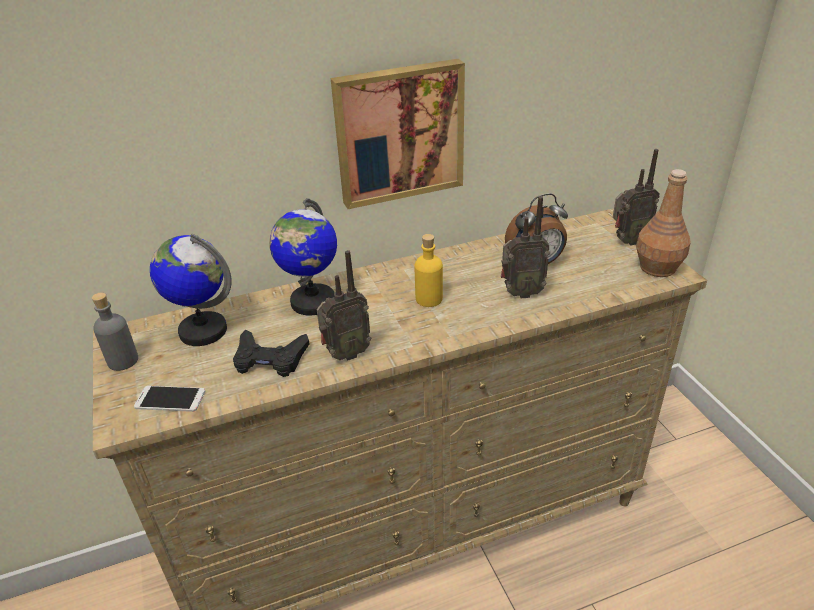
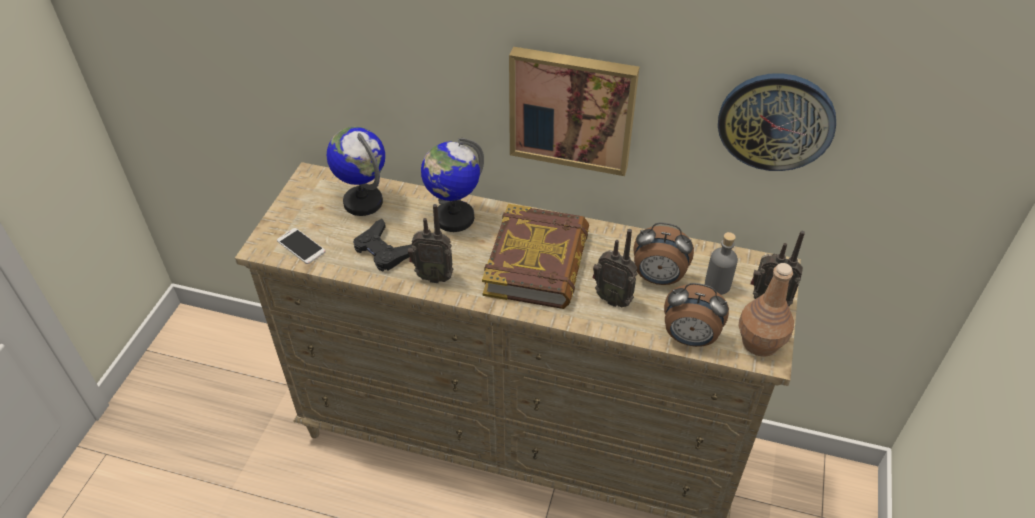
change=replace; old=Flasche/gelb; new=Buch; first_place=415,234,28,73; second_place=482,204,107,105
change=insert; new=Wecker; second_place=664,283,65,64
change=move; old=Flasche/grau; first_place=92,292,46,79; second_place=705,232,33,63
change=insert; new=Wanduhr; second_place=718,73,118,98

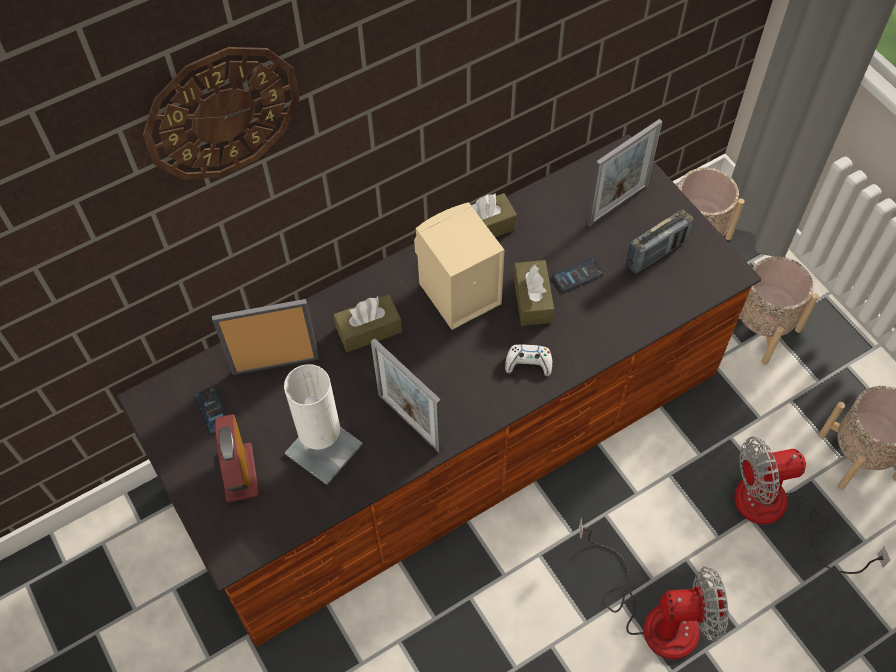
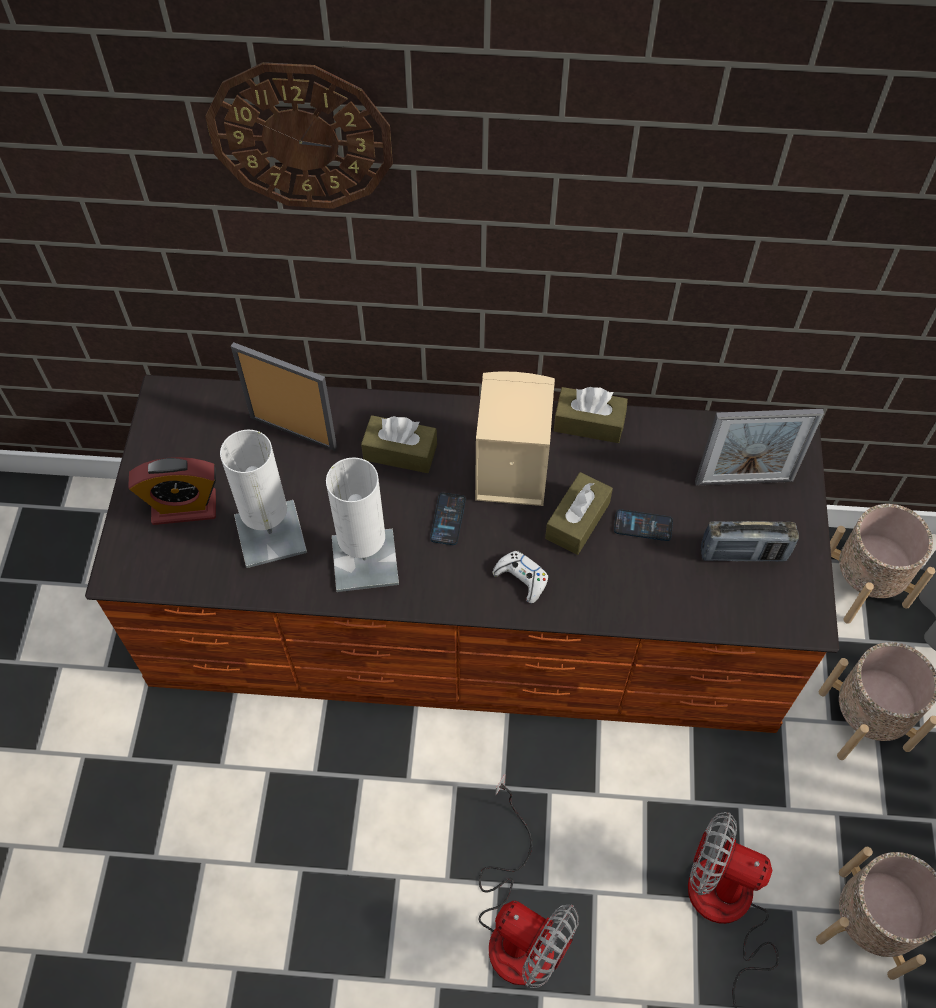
change=rotate; old=Wecker; first_place=215,414,44,88; second_place=128,457,88,68; degrees=-120
change=replace; old=Bilderrahmen; new=Tischlampe/weiß; first_place=371,338,72,115; second_place=326,458,73,134
change=move; old=Handy; first_place=193,386,35,49; second_place=430,493,36,52

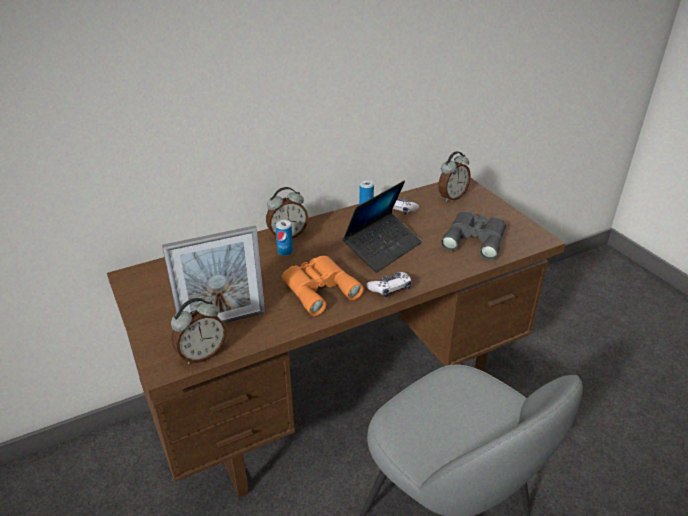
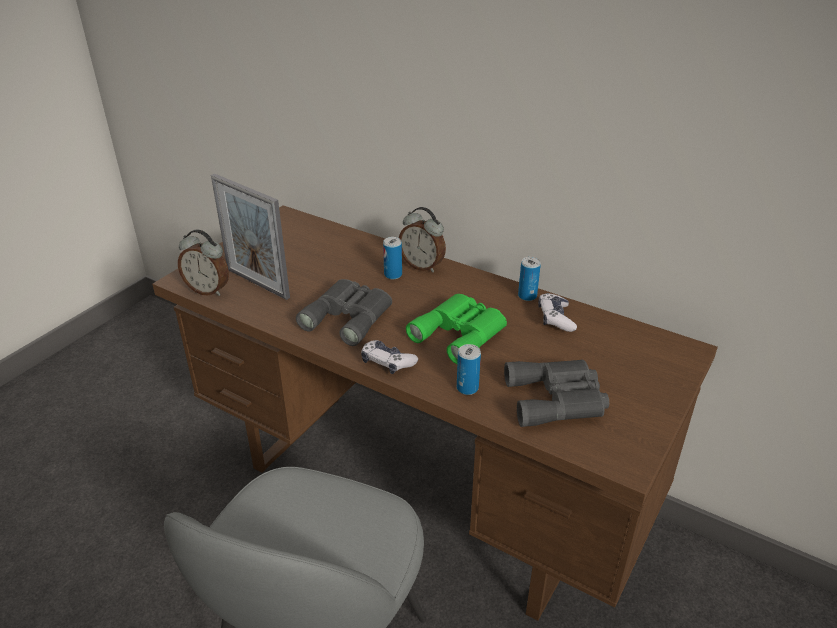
change=recolor; old=Fernglas/orange; new=Fernglas/grau; first_place=282,256,82,60; second_place=296,279,96,67
change=replace; old=Laptop; new=Fernglas/grün; first_place=342,181,80,92; second_place=406,294,101,70
change=insert; new=Dose; second_place=457,344,24,51
change=delete; old=Wecker; first_place=438,151,33,51

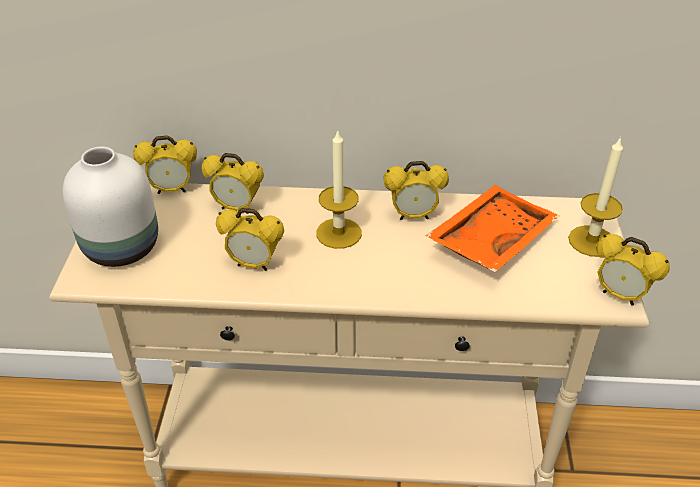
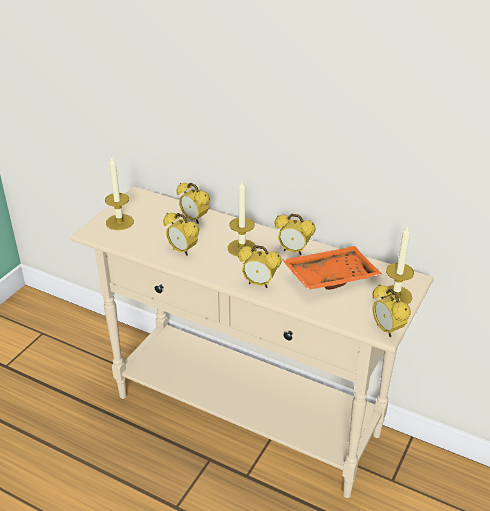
change=replace; old=Vase/weiß; new=Kerze; first_place=63,147,95,120; second_place=105,157,29,73
change=move; old=Wecker; first_place=133,135,64,59; second_place=238,245,44,43

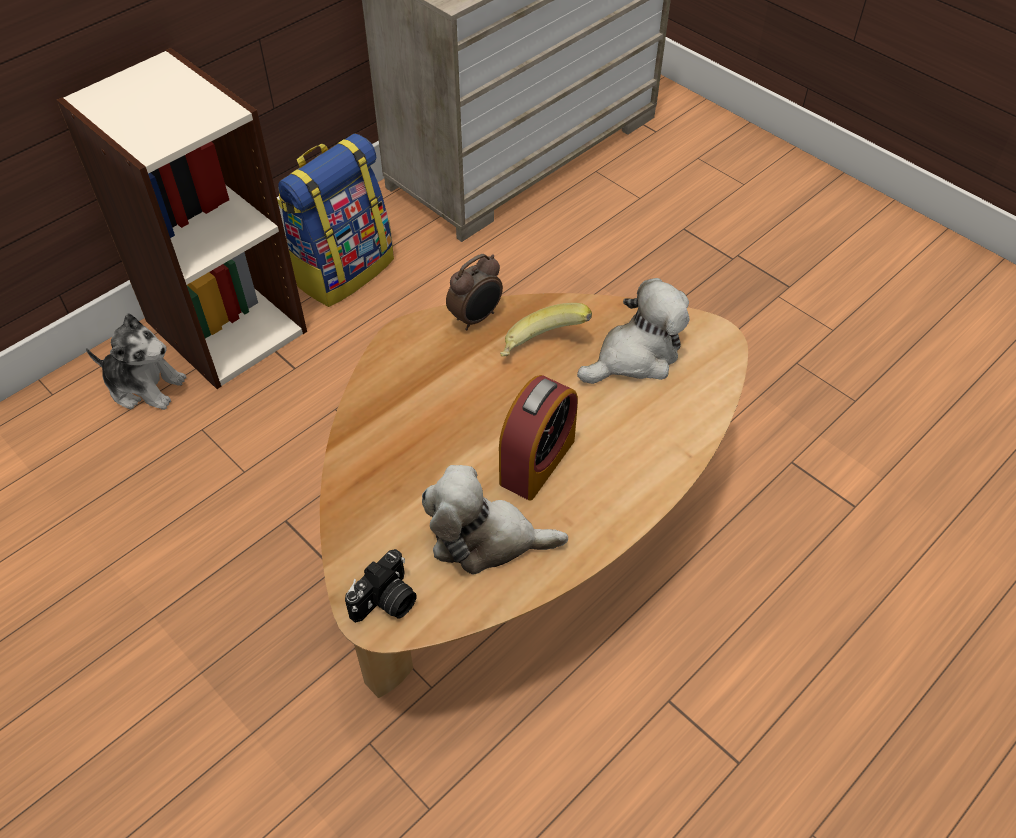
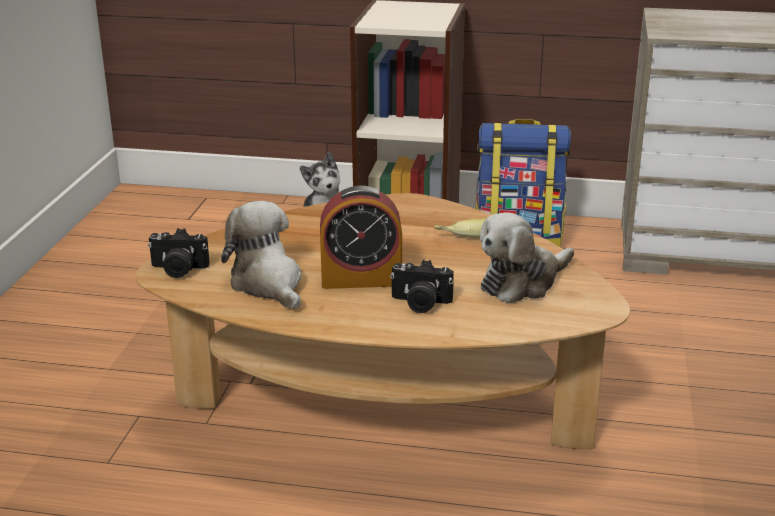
change=insert; new=Kamera; second_place=390,260,64,53
change=rotate; old=Plüschtier; first_place=577,278,113,106; second_place=480,212,94,91; degrees=120
change=delete; old=Wecker; first_place=446,254,57,77

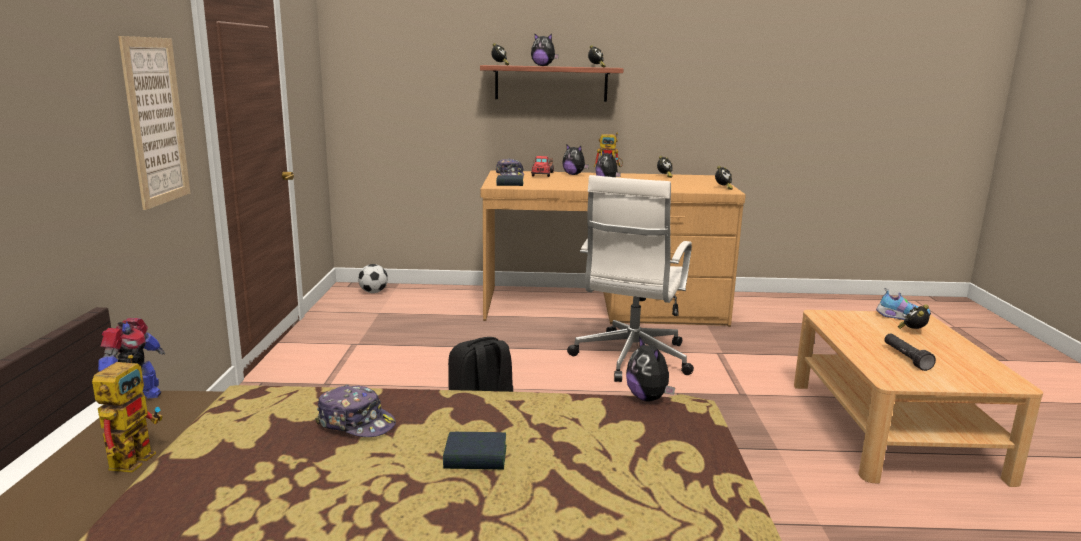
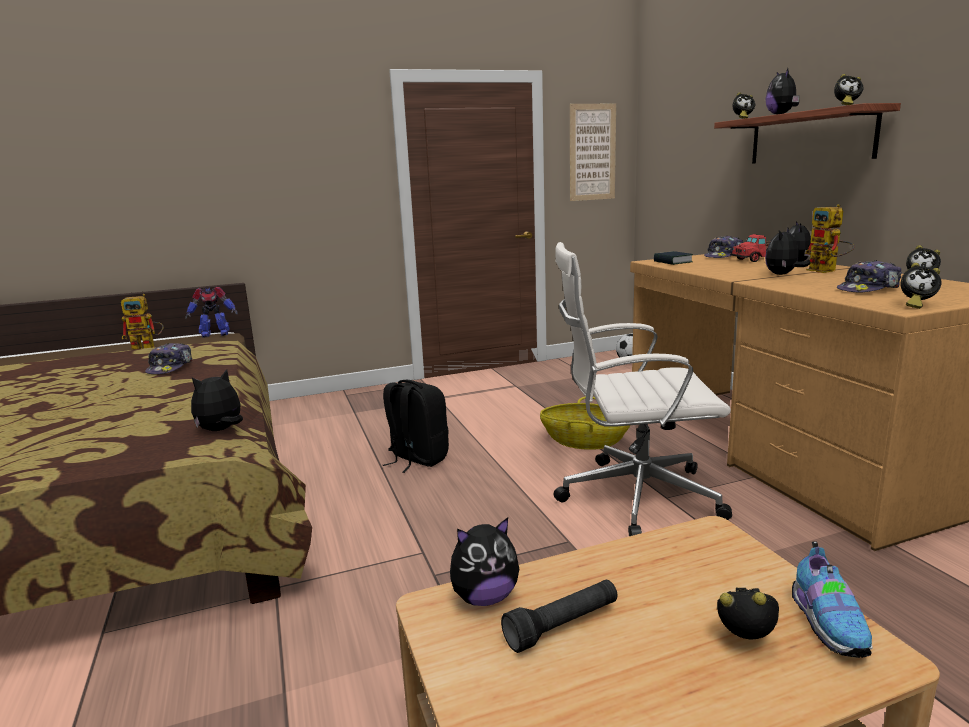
change=insert; new=Plüschtier; second_place=450,517,69,89
change=insert; new=Korb; second_place=540,397,90,53
change=move; old=Bild; first_place=118,36,72,174; second_place=570,103,46,98
change=insert; new=Kappe; second_place=837,260,65,32
change=delete; old=Buch; first_place=443,432,63,37

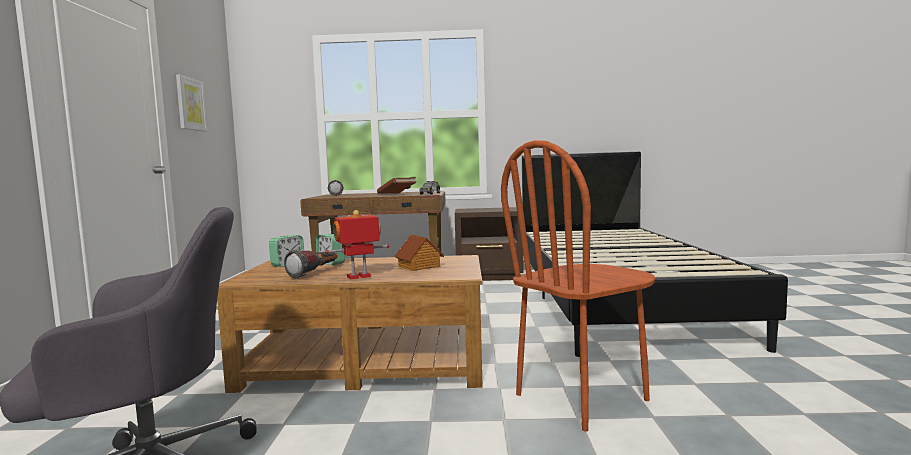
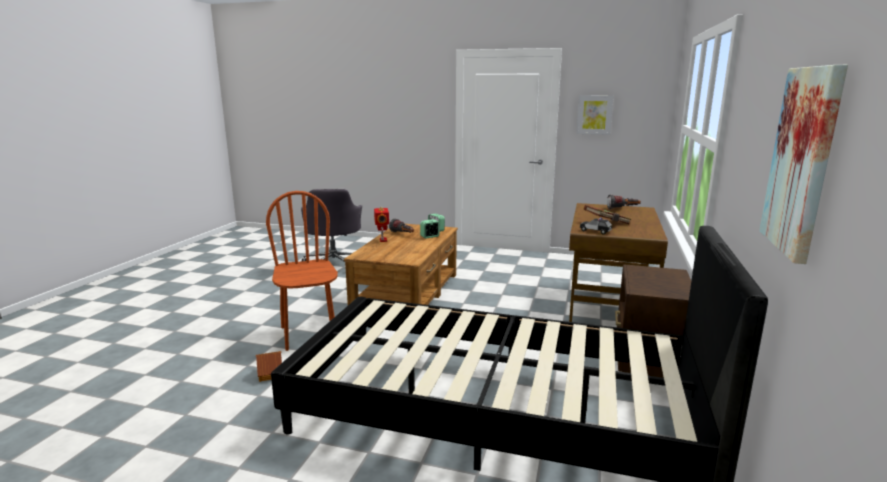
change=move; old=Spielzeughaus; first_place=394,235,51,36; second_place=256,351,26,31
change=insert; new=Bild; second_place=759,65,89,199

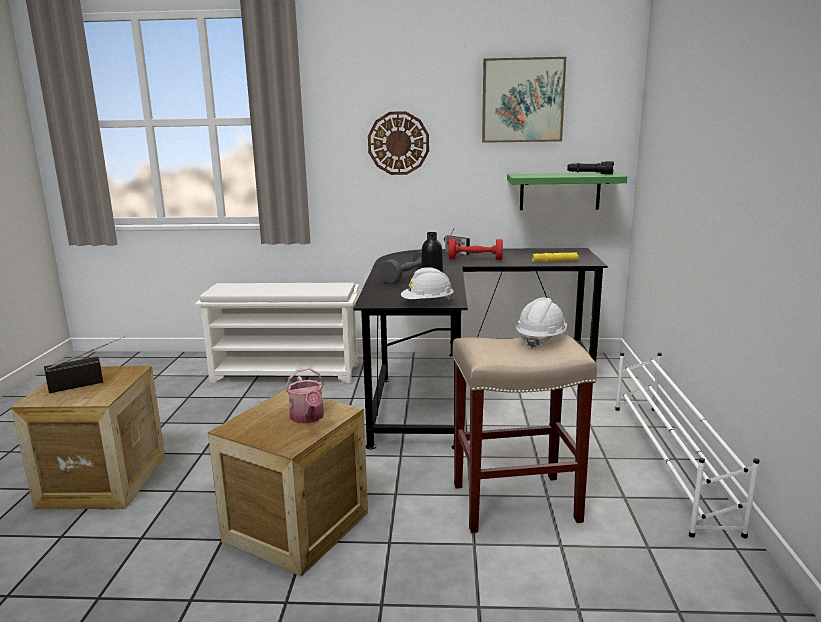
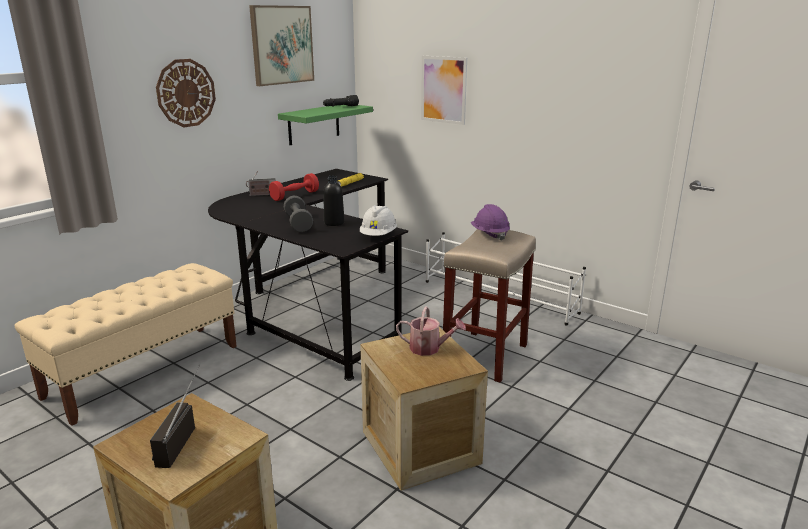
change=replace; old=Schuhregal/weiß; new=Bank/beige; first_place=195,283,165,100; second_place=15,263,222,163
change=insert; new=Bild; second_place=421,56,46,69
change=recolor; old=Schutzhelm/weiß; new=Schutzhelm/lila; first_place=516,298,52,50; second_place=471,204,39,37

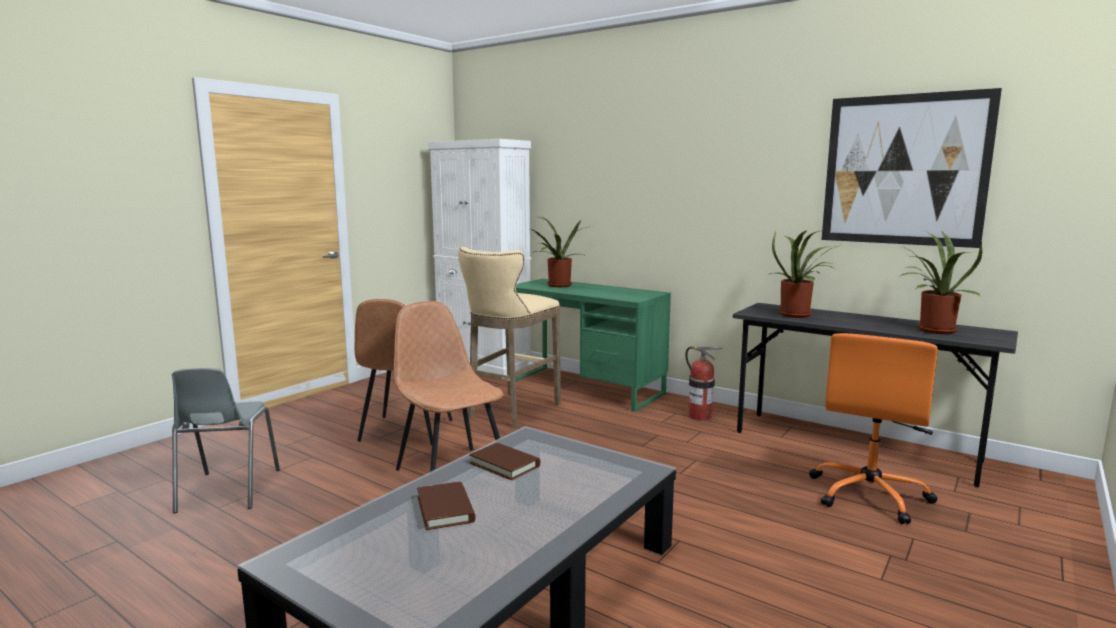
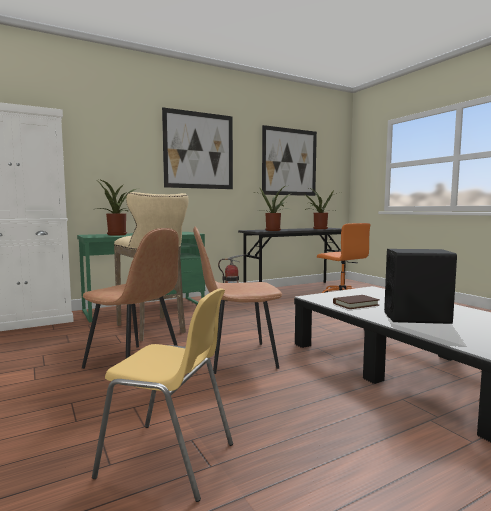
change=recolor; old=Stuhl/grau; new=Stuhl/gelb; first_place=172,368,108,145; second_place=92,288,141,214
change=insert; new=Bild; second_place=162,107,71,82
change=replace; old=Buch/braun; new=Lautsprecher/schwarz; first_place=417,482,59,48; second_place=384,249,73,75

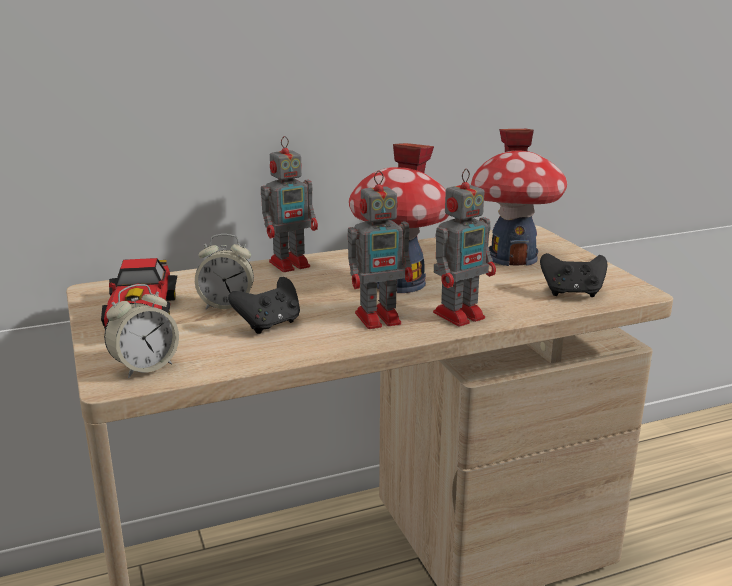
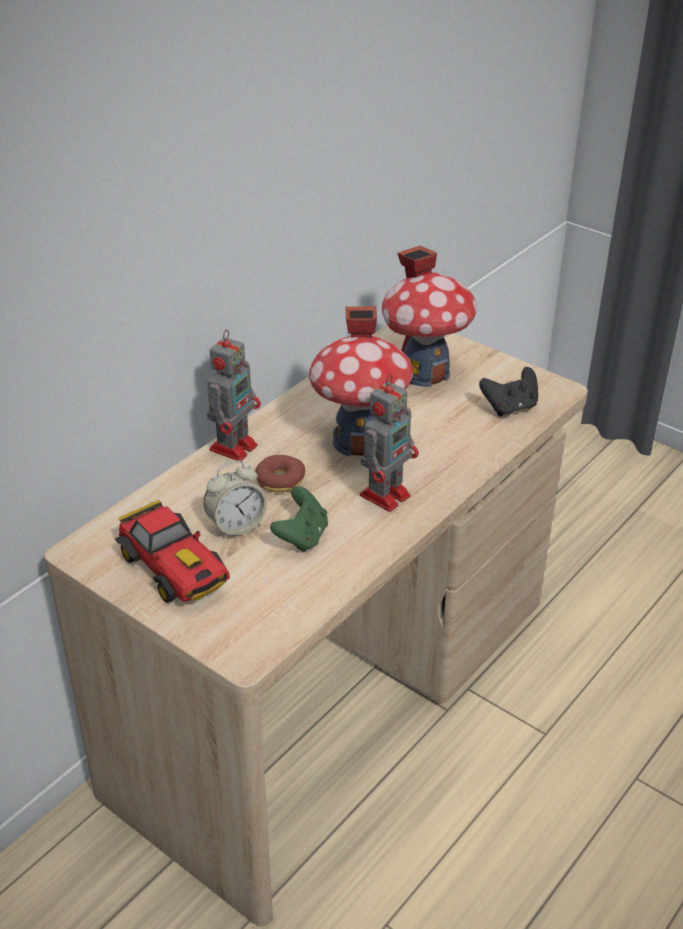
change=insert; new=Donut; second_place=255,455,50,37
change=recolor; old=Gamepad/schwarz; new=Gamepad/grün; first_place=228,277,72,57; second_place=270,486,58,67
change=delete; old=Wecker; first_place=104,284,75,94
change=delete; old=Spielzeugroboter; first_place=433,169,63,158

